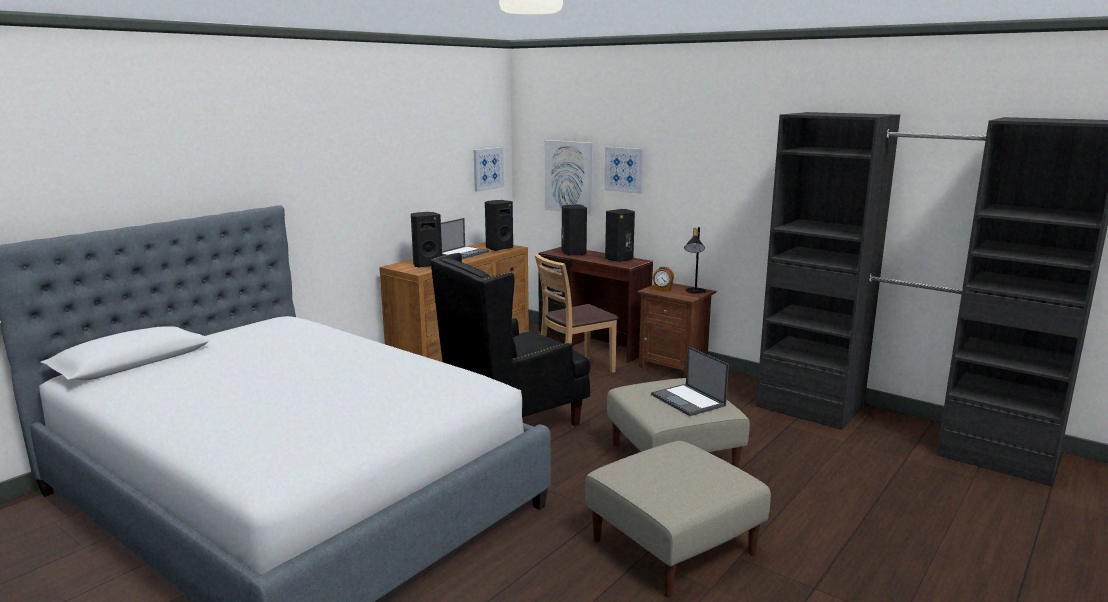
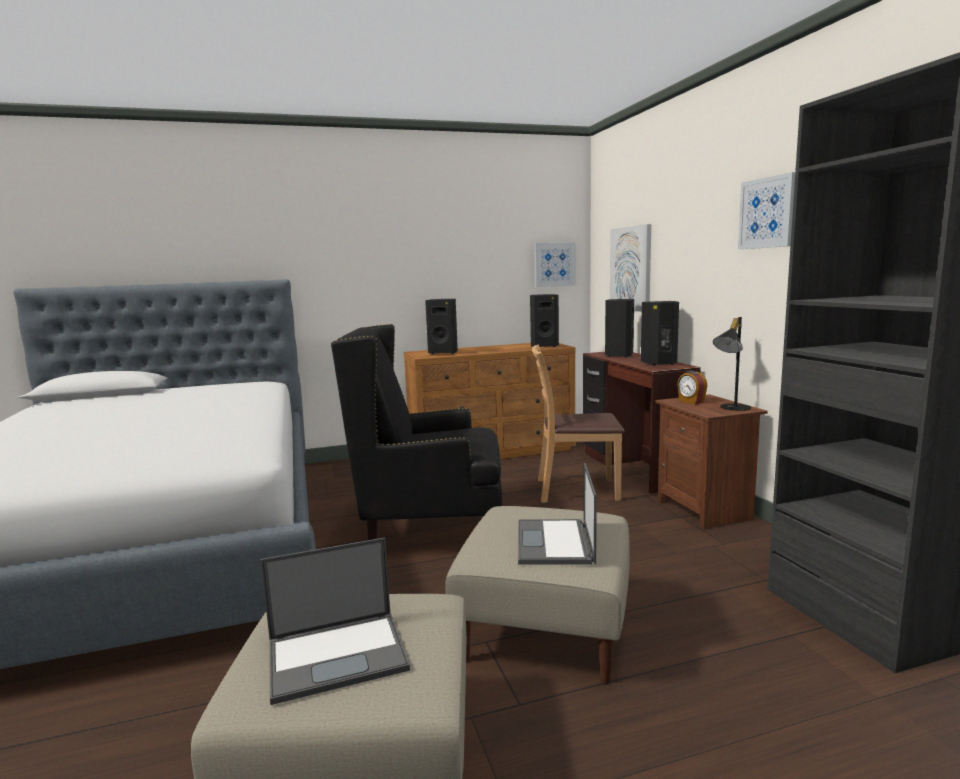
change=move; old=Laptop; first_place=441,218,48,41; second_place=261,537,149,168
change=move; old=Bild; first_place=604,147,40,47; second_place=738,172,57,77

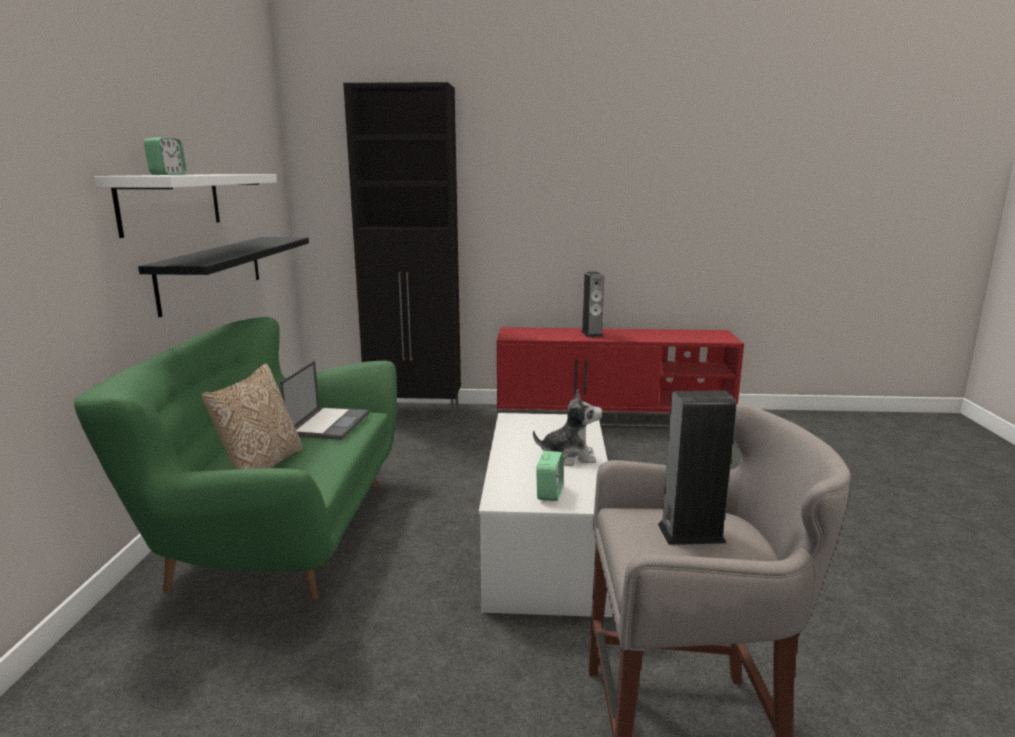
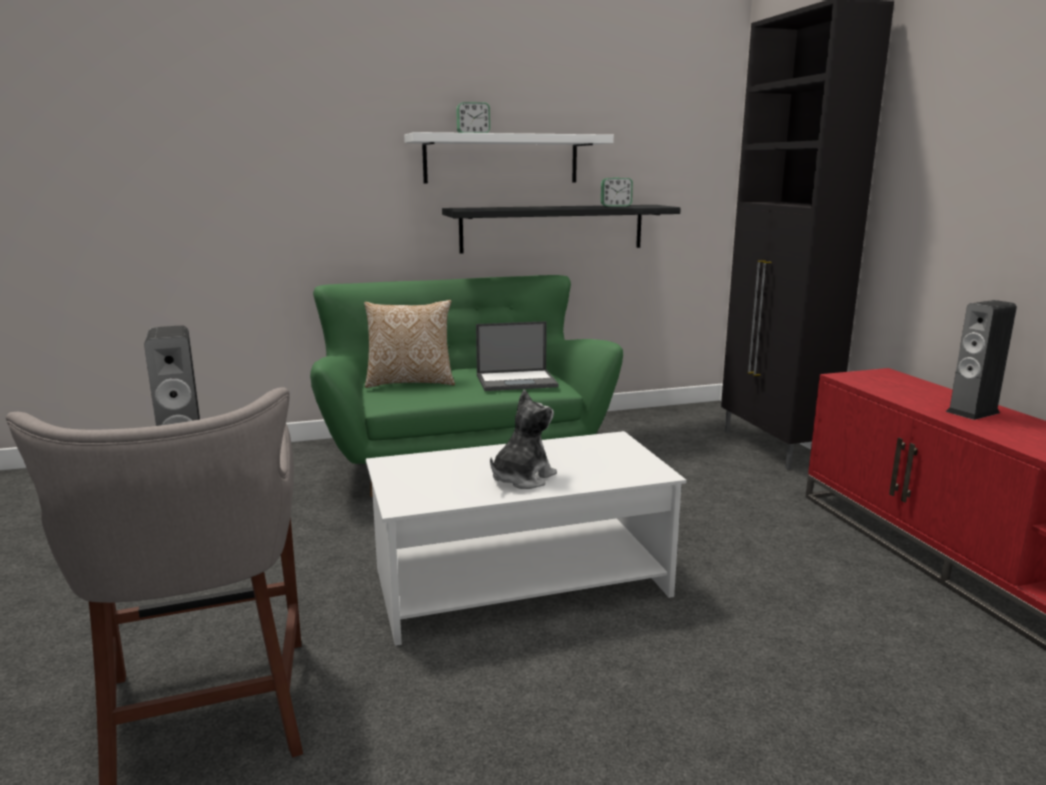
change=rotate; old=Plüschtier; first_place=533,389,70,77; second_place=490,389,67,100; degrees=-120
change=move; old=Wecker; first_place=536,451,27,50; second_place=601,178,32,29

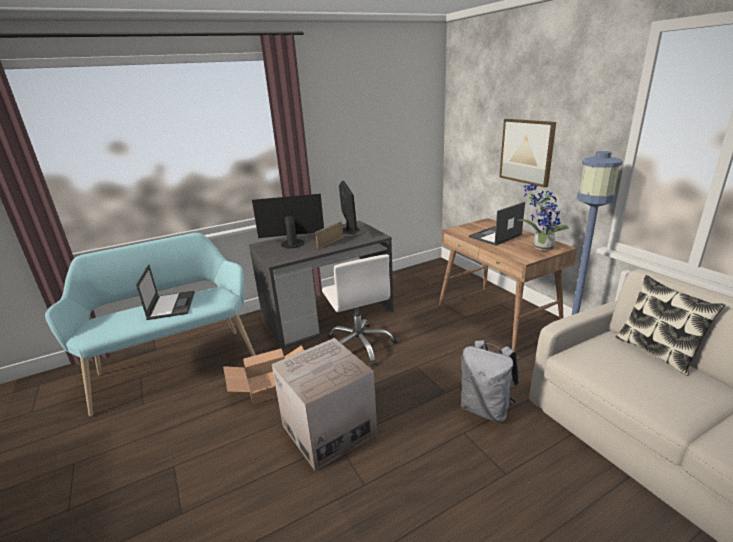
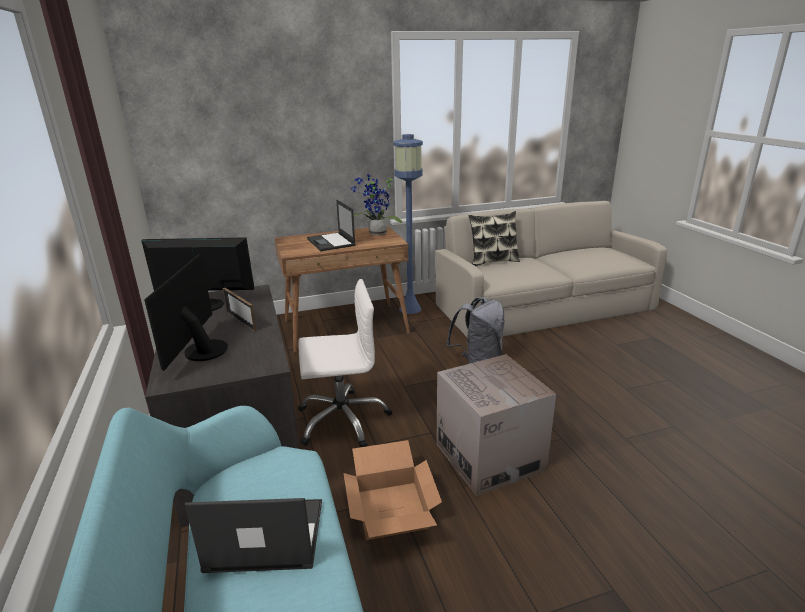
change=delete; old=Bild; first_place=499,119,57,68

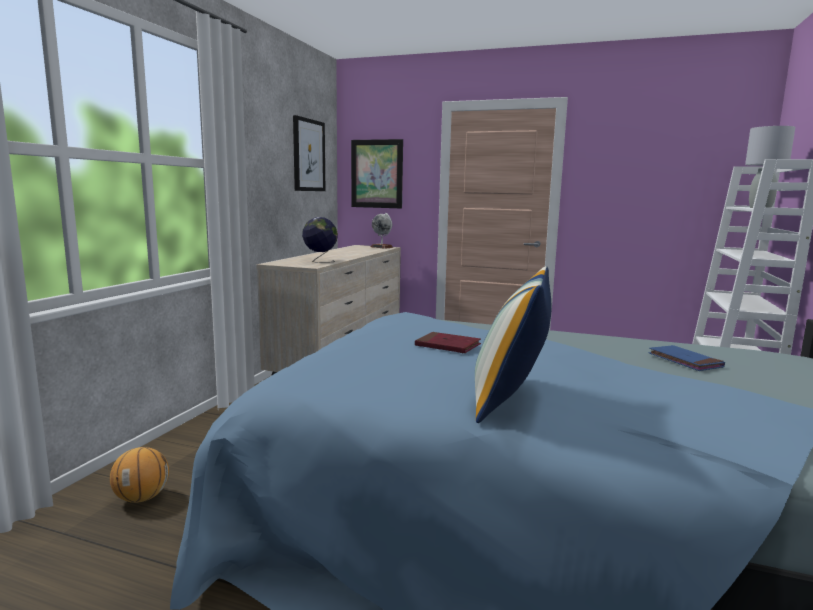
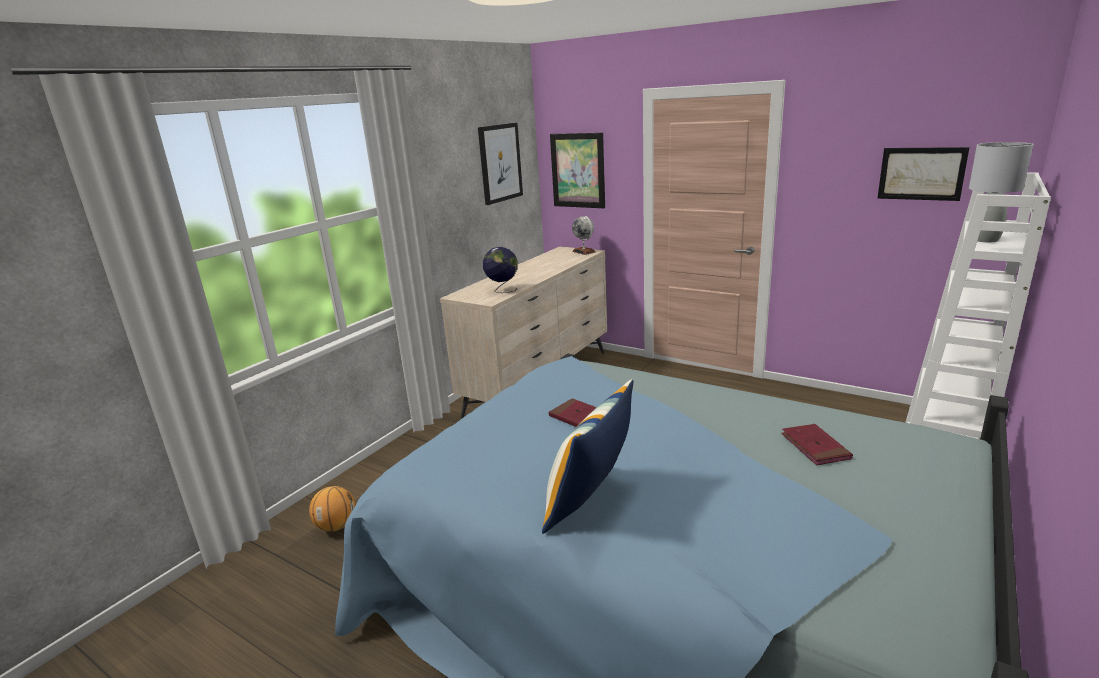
change=recolor; old=Buch/blau; new=Buch/rot; first_place=648,345,77,26; second_place=781,424,72,41
change=insert; new=Bild; second_place=877,147,92,54

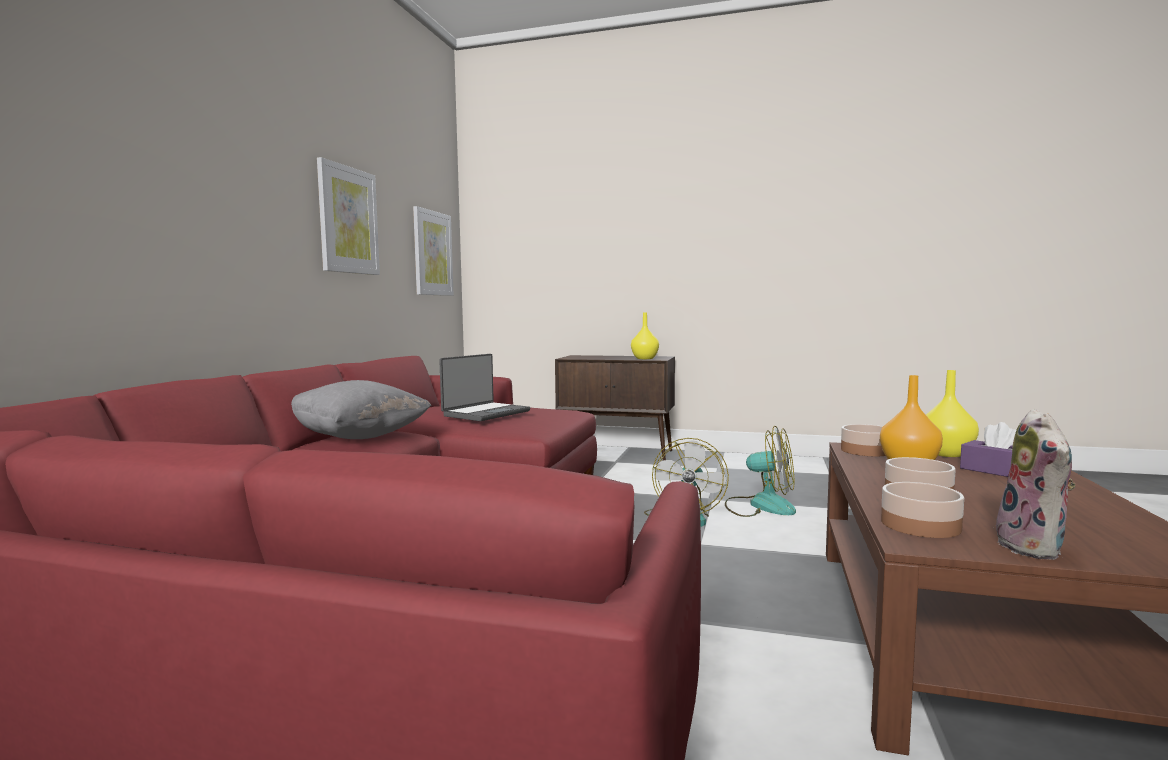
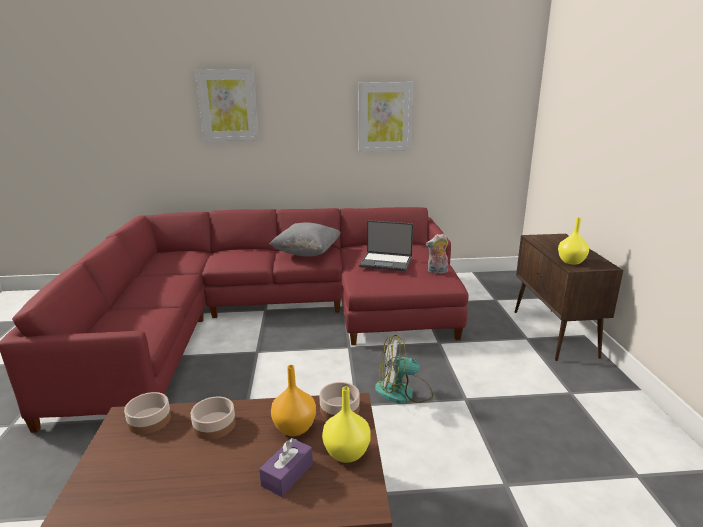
change=move; old=Bild; first_place=413,206,40,90; second_place=195,69,64,72
change=move; old=Plüschtier; first_place=991,409,84,151; second_place=426,233,22,41
change=delete; old=Ventilator; first_place=725,426,71,91

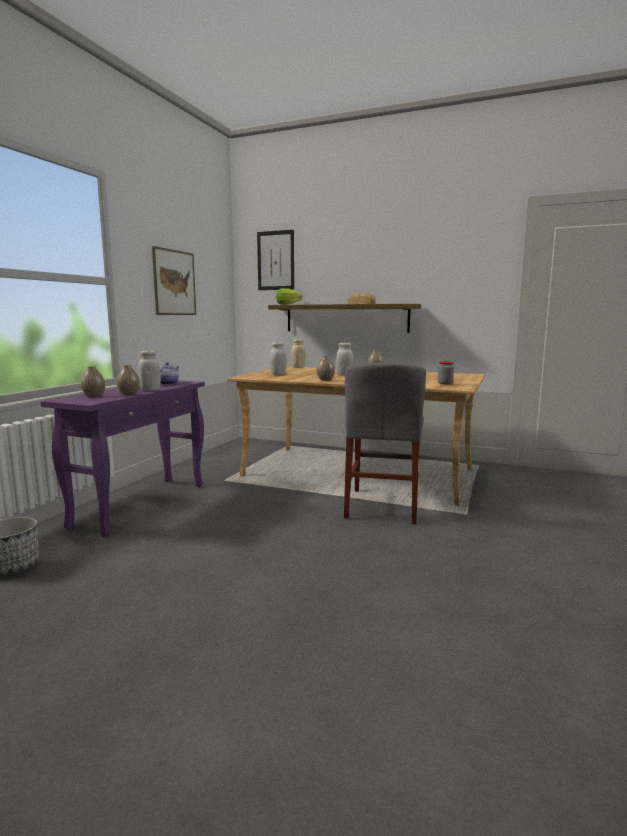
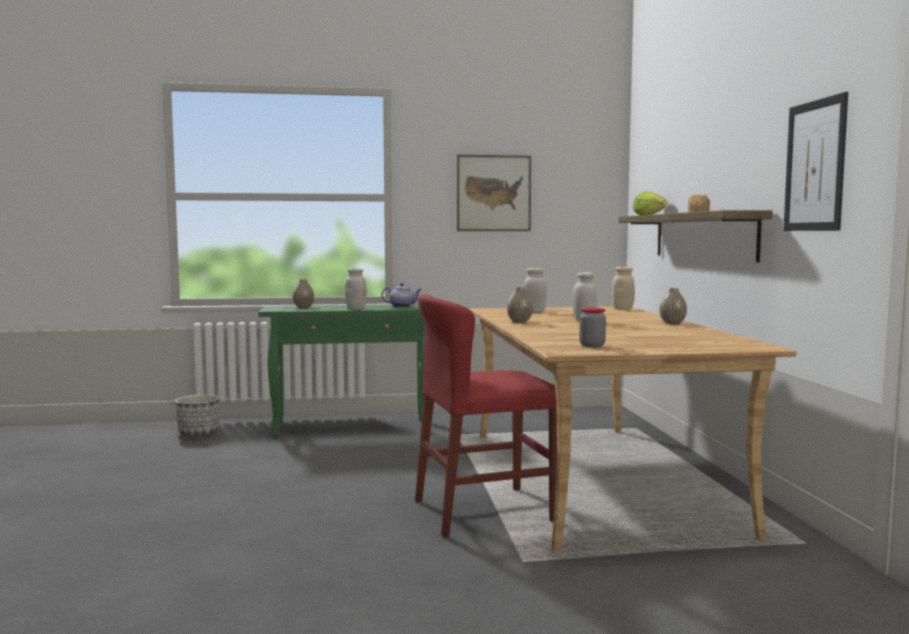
change=recolor; old=Konsolentisch/lila; new=Konsolentisch/grün; first_place=41,380,164,157; second_place=258,304,167,134
change=recolor; old=Stuhl/grau; new=Stuhl/rot; first_place=344,363,82,161; second_place=415,294,142,244
change=move; old=Bild; first_place=257,230,37,60; second_place=783,92,65,139
change=delete; old=Vase; first_place=117,365,23,30

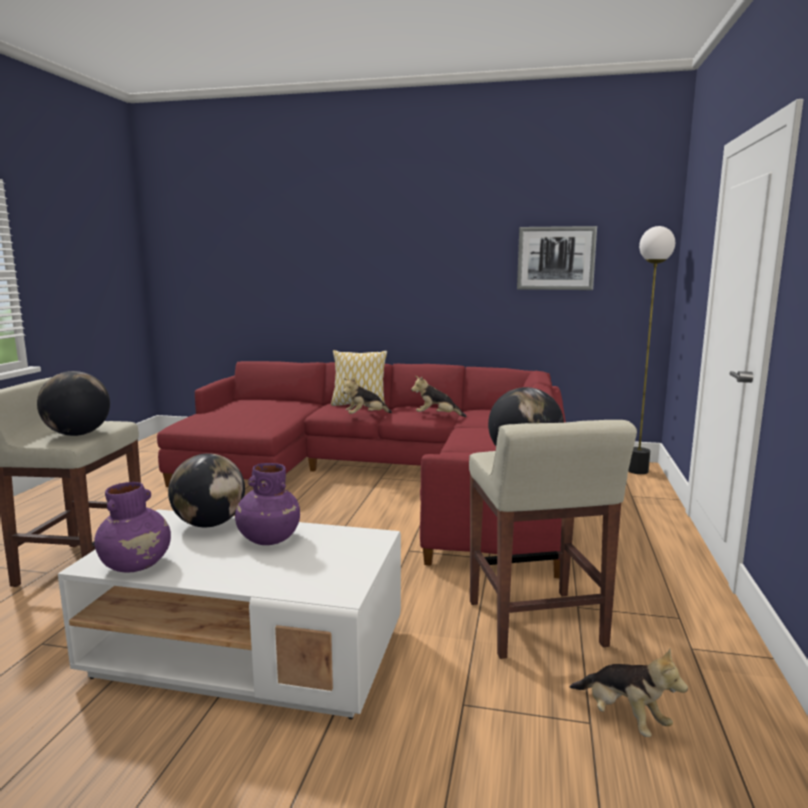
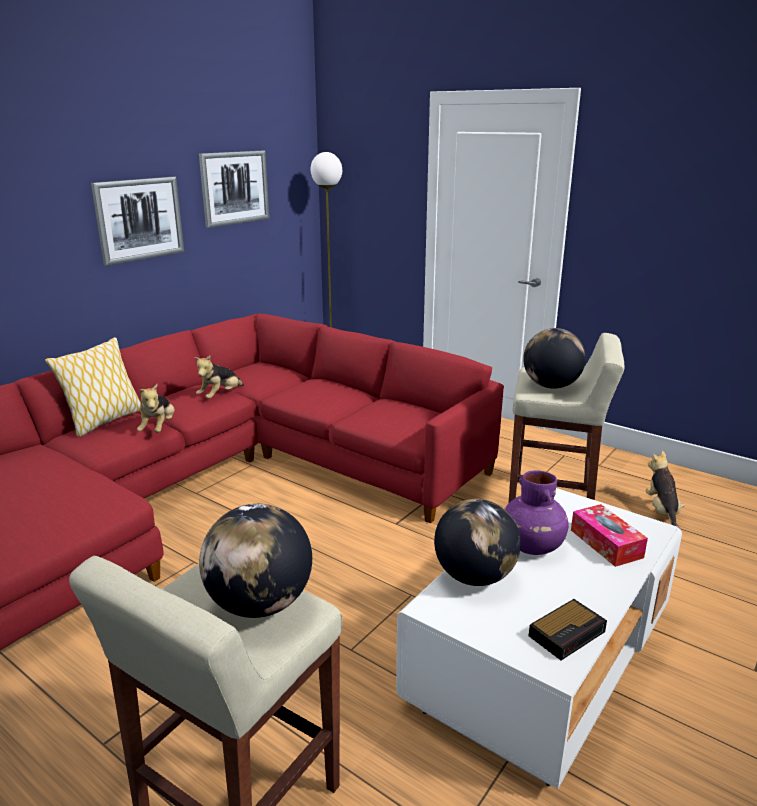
change=insert; new=Bild; second_place=91,177,93,89
change=replace; old=Vase/lila; new=Wecker; first_place=94,482,77,91; second_place=529,599,78,61
change=insert; new=Taschentuchbox; second_place=571,504,77,63
change=rotate; old=Plüschtier; first_place=570,648,118,89; second_place=646,451,39,77; degrees=-75

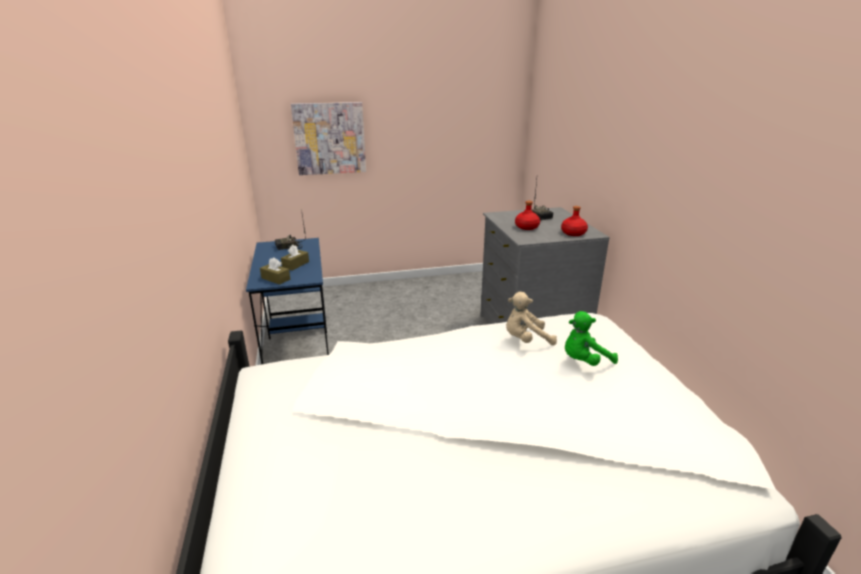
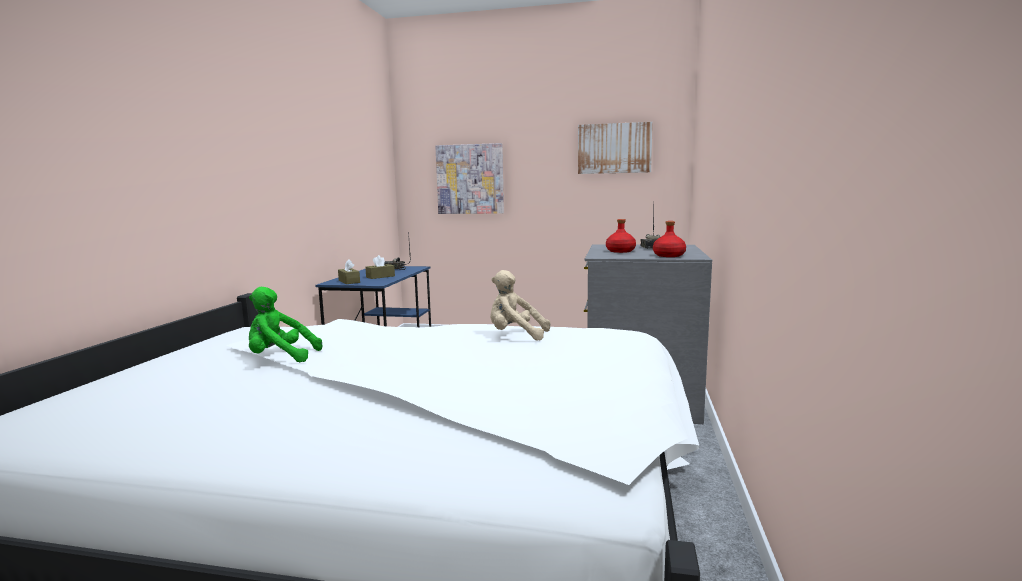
change=move; old=Plüschtier/grün; first_place=565,311,53,55; second_place=249,287,73,75
change=insert; new=Bild; second_place=578,122,75,52

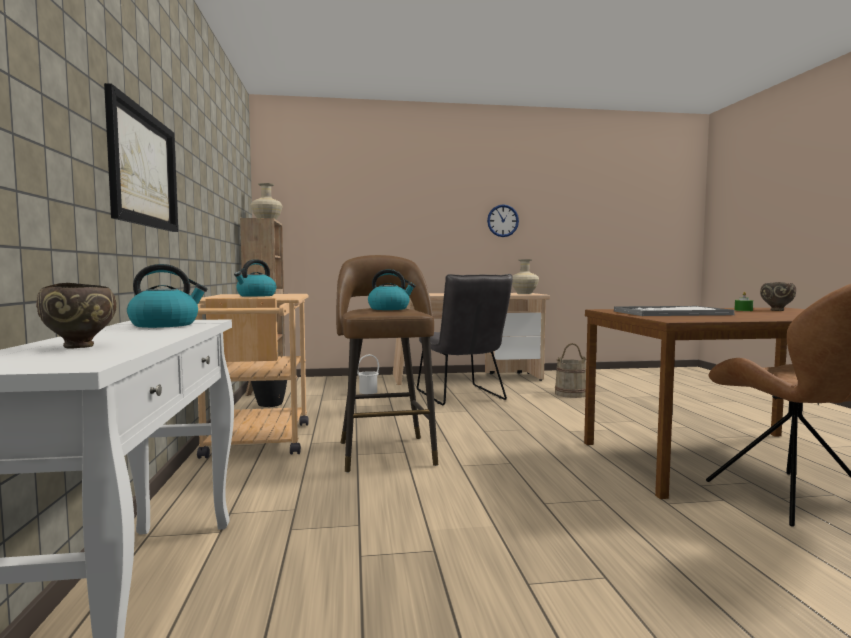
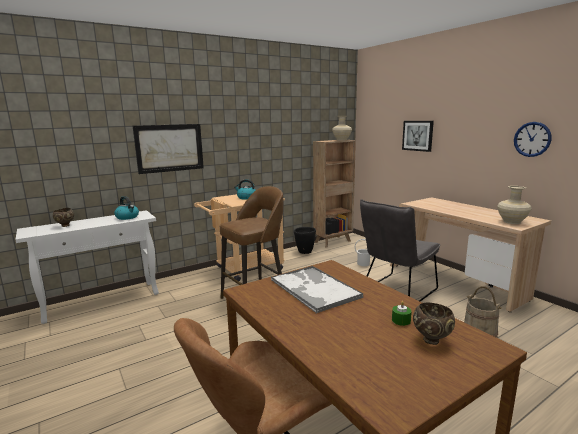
change=insert; new=Bild; second_place=402,121,32,31
change=delete; old=Wasserkessel; first_place=368,269,48,41

